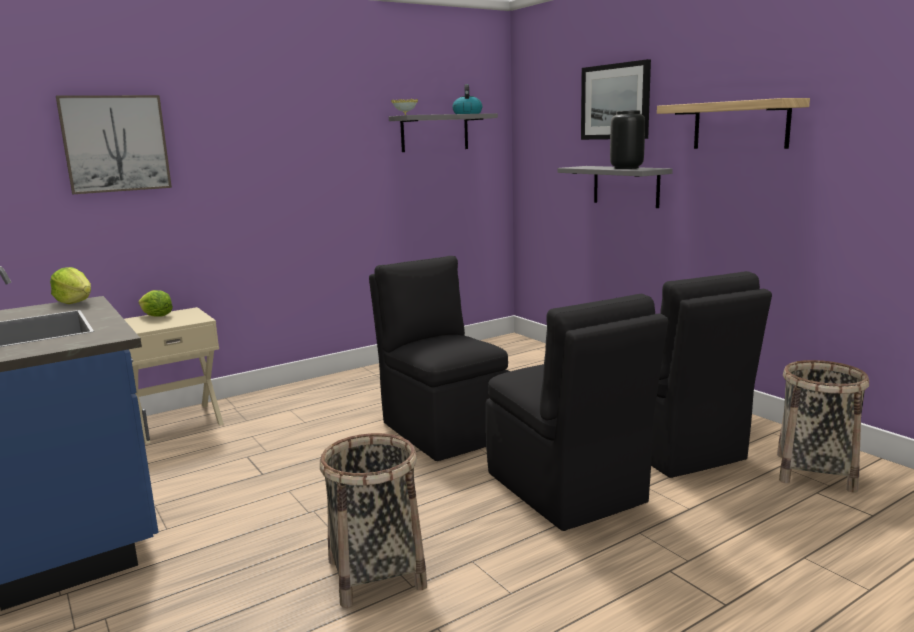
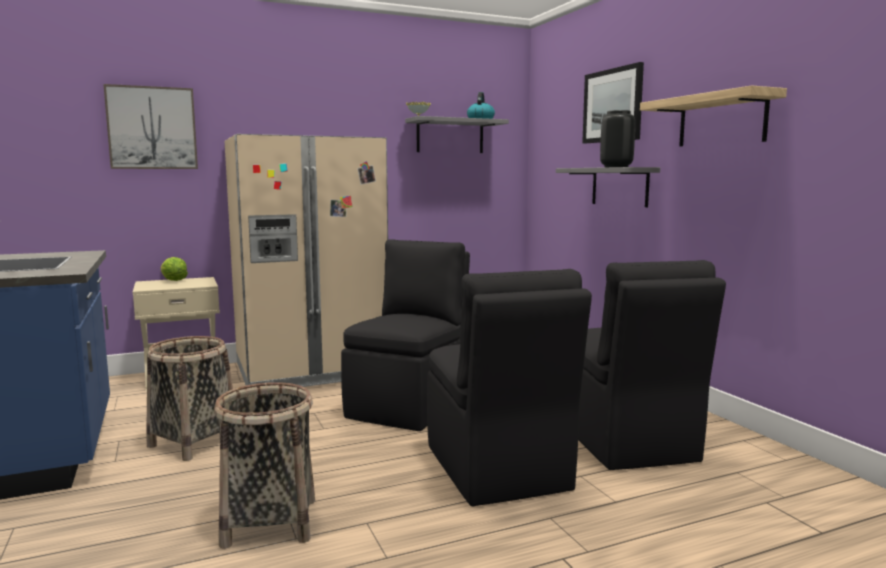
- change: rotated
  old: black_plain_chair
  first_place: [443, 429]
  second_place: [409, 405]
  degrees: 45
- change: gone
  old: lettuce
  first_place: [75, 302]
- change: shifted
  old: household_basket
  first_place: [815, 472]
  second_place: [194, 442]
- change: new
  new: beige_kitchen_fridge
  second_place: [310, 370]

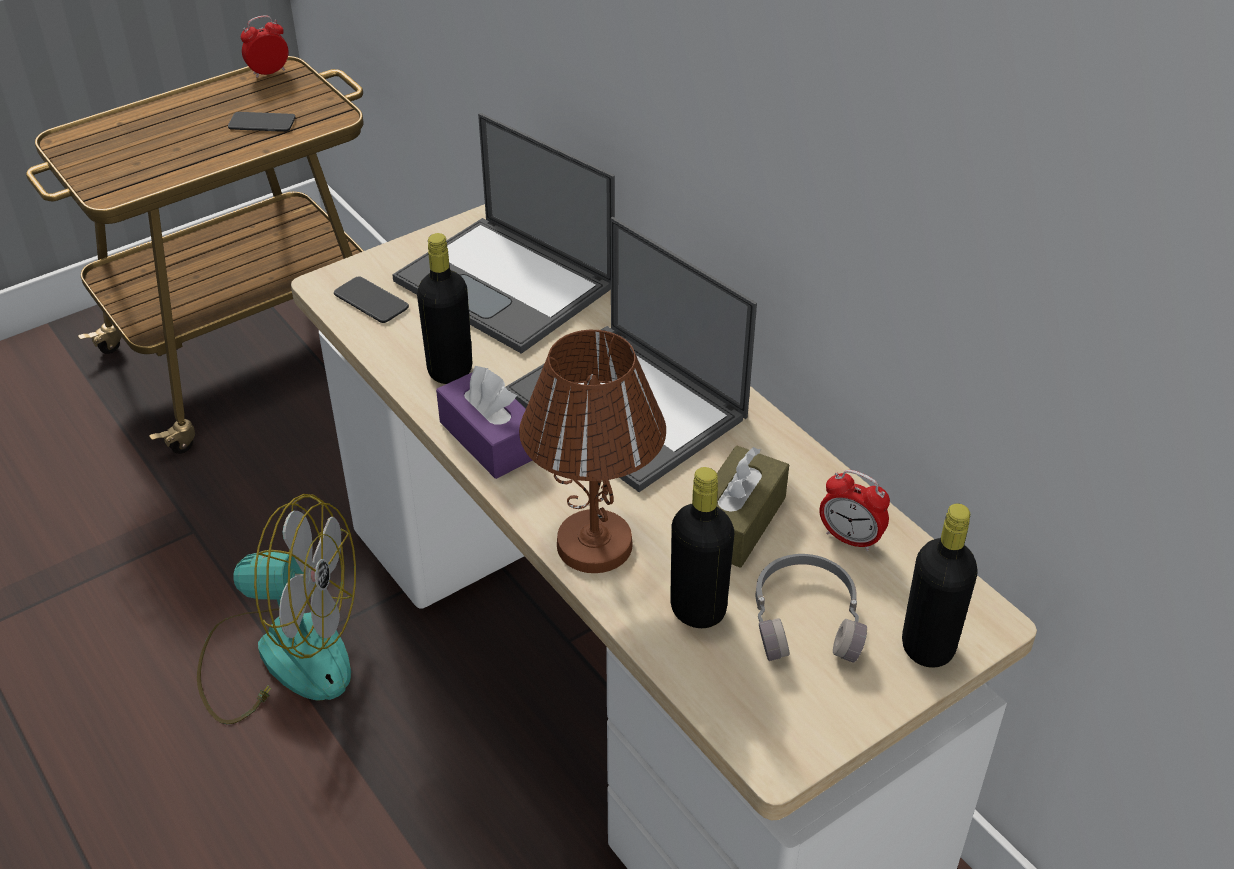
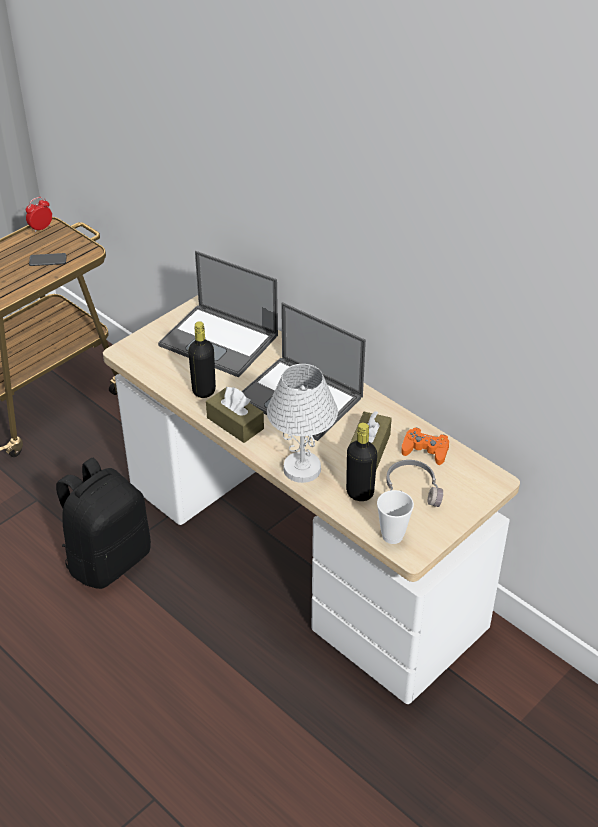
- change: gone
  old: handset
  first_place: [371, 301]
- change: repainted
  old: brown-coloured_lamp_for_a_table
  new: whitish_lamp_for_a_table
  first_place: [596, 544]
  second_place: [302, 468]
- change: repainted
  old: purplish_tissue_holder
  new: brown-coloured_tissue_holder
  first_place: [490, 439]
  second_place: [235, 423]
- change: swapped
  old: table_clock
  new: orangey_gamepad
  first_place: [850, 538]
  second_place: [425, 450]
- change: swapped
  old: cooling_fan
  new: black_backpack
  first_place: [281, 654]
  second_place: [108, 559]
- change: gone
  old: black_bottle
  first_place: [928, 647]
- change: new
  new: cup
  second_place: [392, 536]

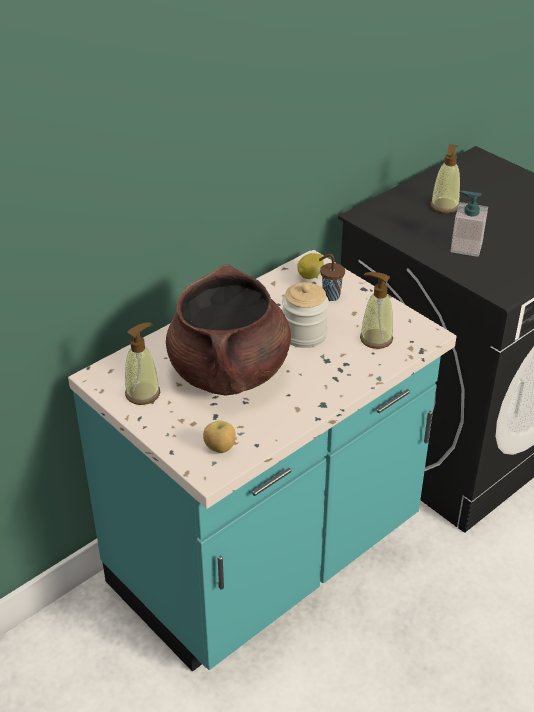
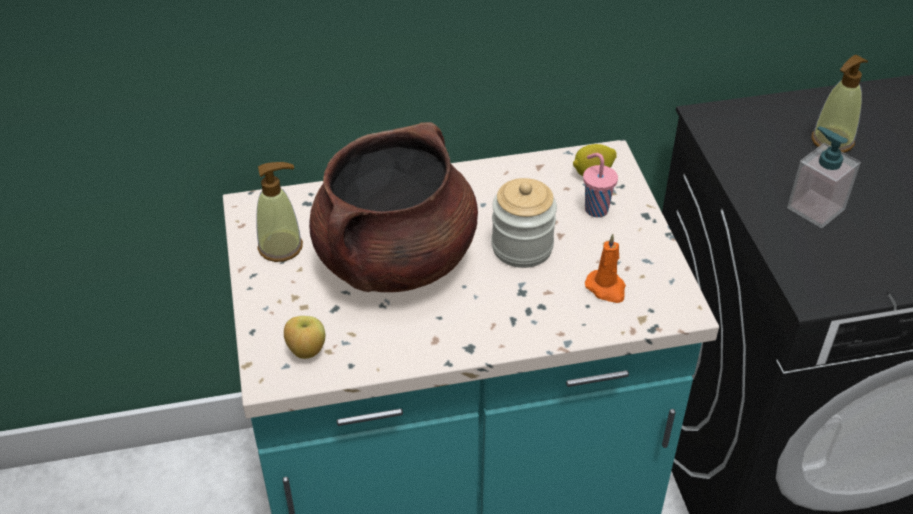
- change: repainted
  old: brown-coloured_cup
  new: pink-coloured_cup
  first_place: [330, 296]
  second_place: [595, 209]
- change: swapped
  old: liquid_soap_bottle
  new: orangey_wax_light
  first_place: [375, 339]
  second_place: [606, 288]

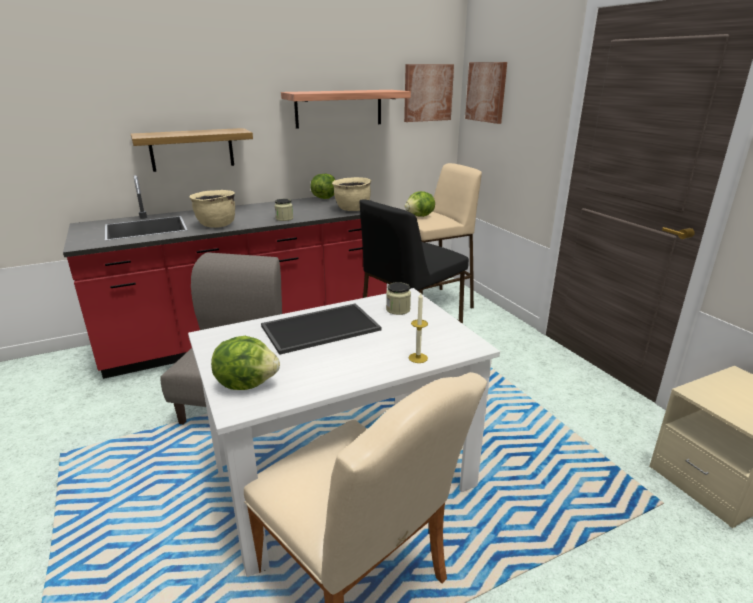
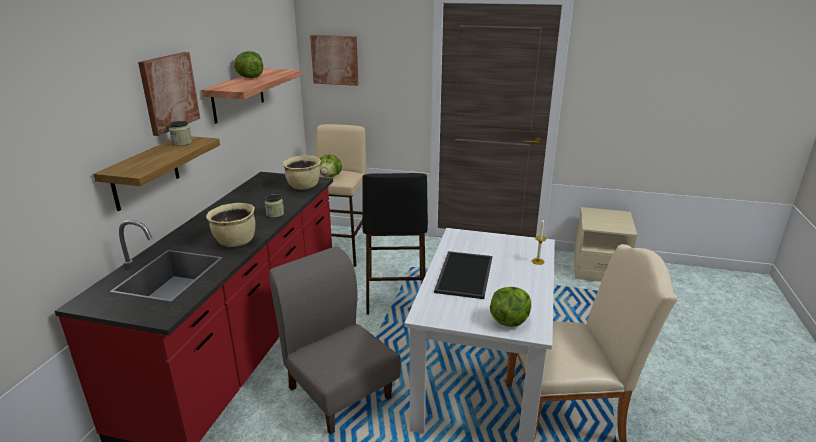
- change: shifted
  old: picture
  first_place: [427, 93]
  second_place: [169, 92]
- change: shifted
  old: lettuce
  first_place: [324, 198]
  second_place: [249, 77]
- change: shifted
  old: storage_jar
  first_place: [398, 309]
  second_place: [182, 143]

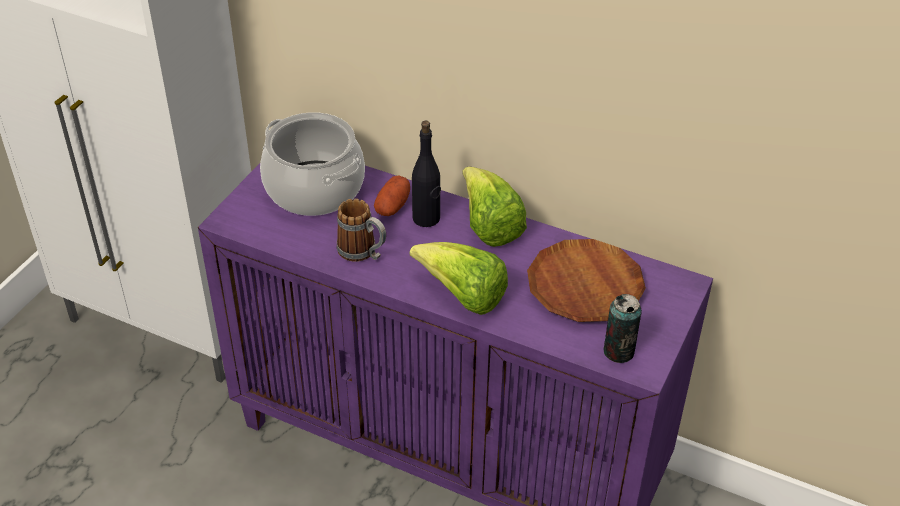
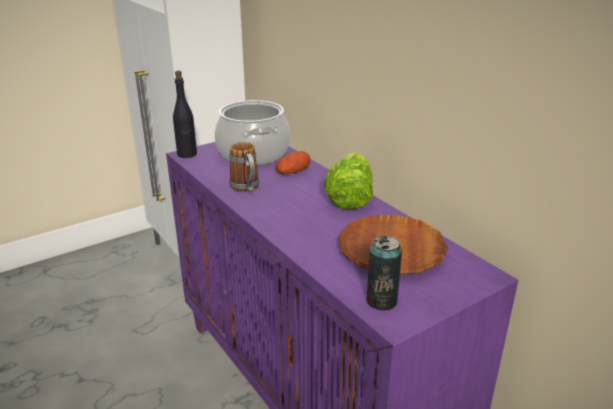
- change: shifted
  old: black_bottle
  first_place: [426, 218]
  second_place: [187, 154]
- change: gone
  old: lettuce
  first_place: [462, 296]

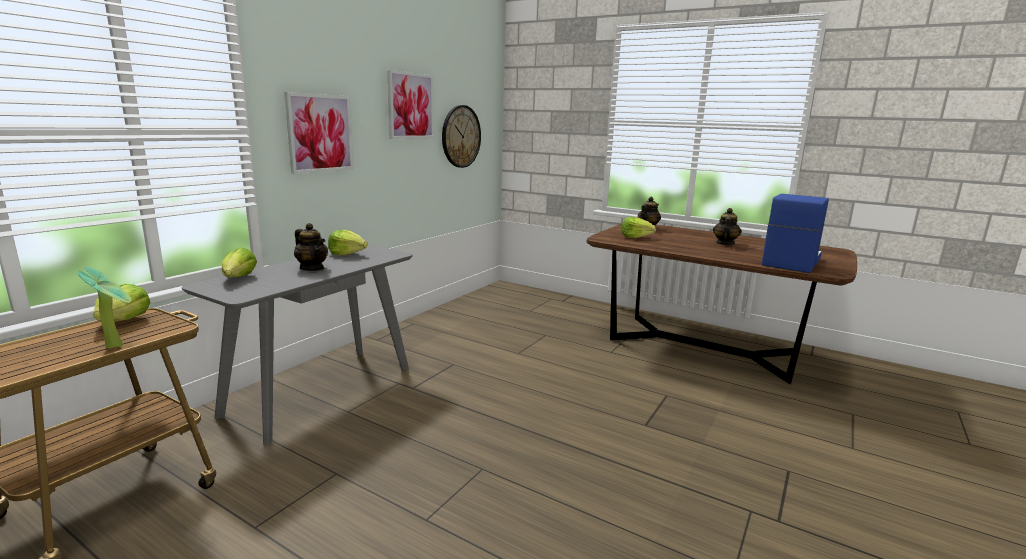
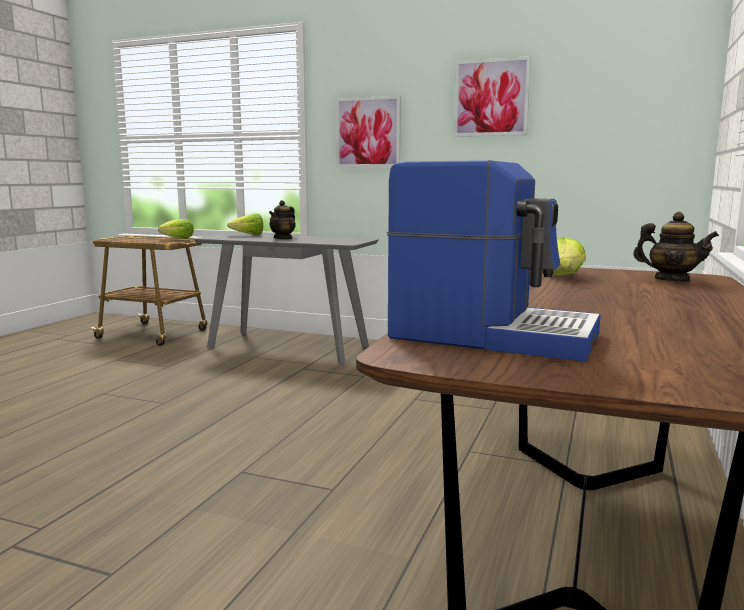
- change: gone
  old: clock_on_the_wall
  first_place: [461, 136]
- change: gone
  old: teapot
  first_place: [724, 243]
- change: gone
  old: lettuce
  first_place: [347, 254]
- change: gone
  old: plant_in_a_pot
  first_place: [117, 345]

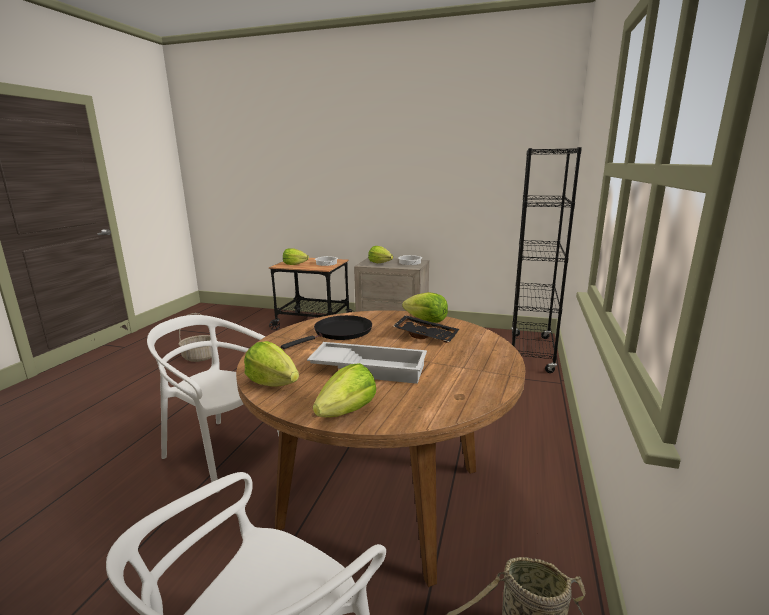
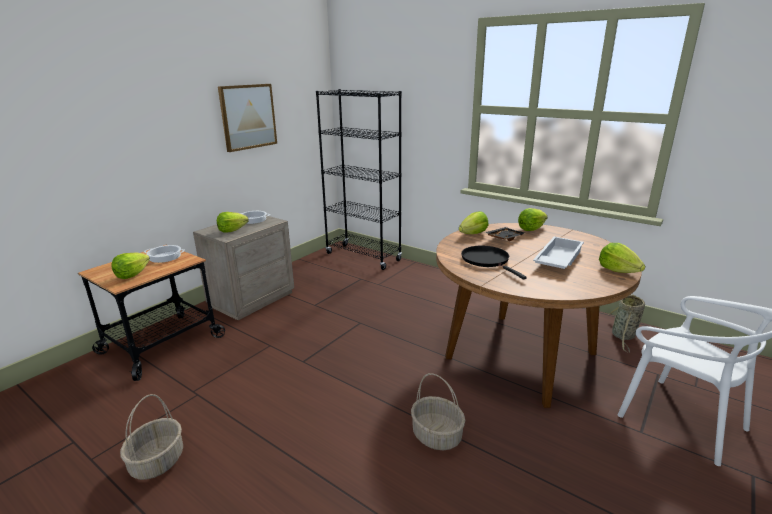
- change: swapped
  old: whitish_plain_chair
  new: household_basket
  first_place: [223, 451]
  second_place: [436, 435]
- change: shifted
  old: lettuce
  first_place: [273, 383]
  second_place: [531, 229]
- change: new
  new: picture
  second_place: [248, 117]

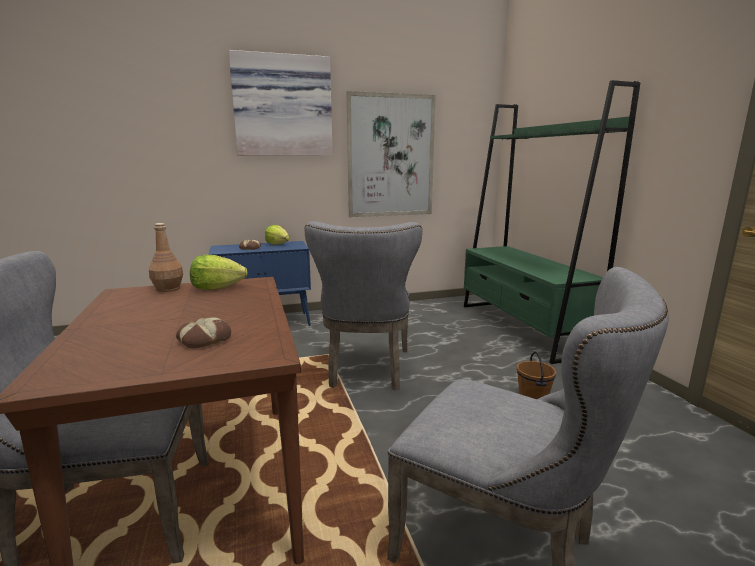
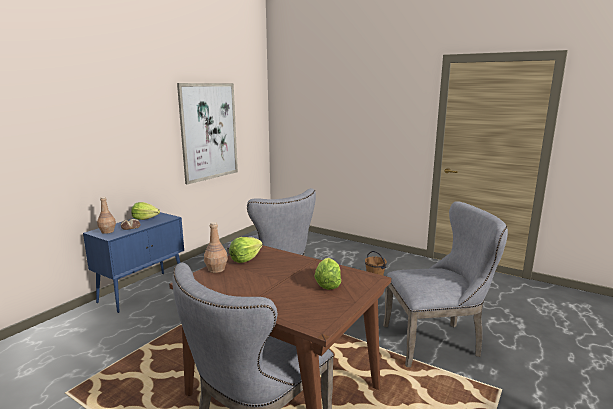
- change: gone
  old: picture
  first_place: [283, 106]
- change: gone
  old: green-coloured_bookshelf
  first_place: [522, 328]
- change: swapped
  old: bakery_bread
  new: lettuce
  first_place: [204, 339]
  second_place: [327, 284]
- change: new
  new: brown-coloured_bottle
  second_place: [107, 231]

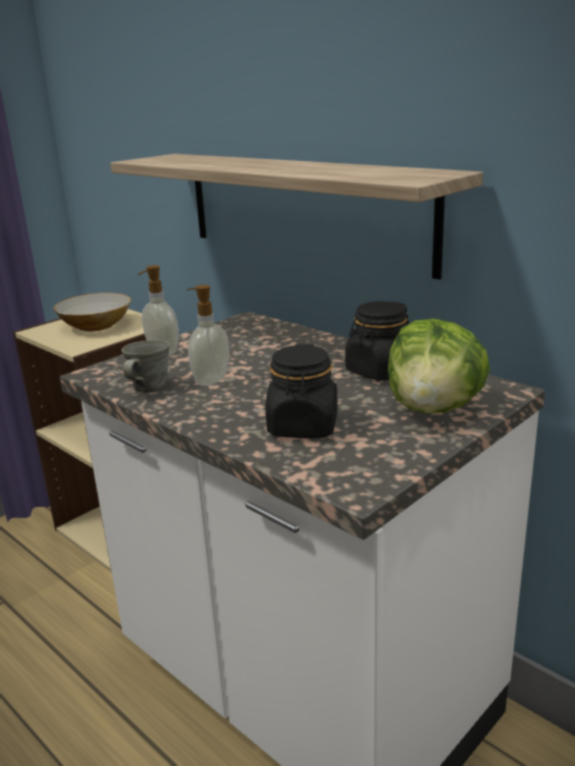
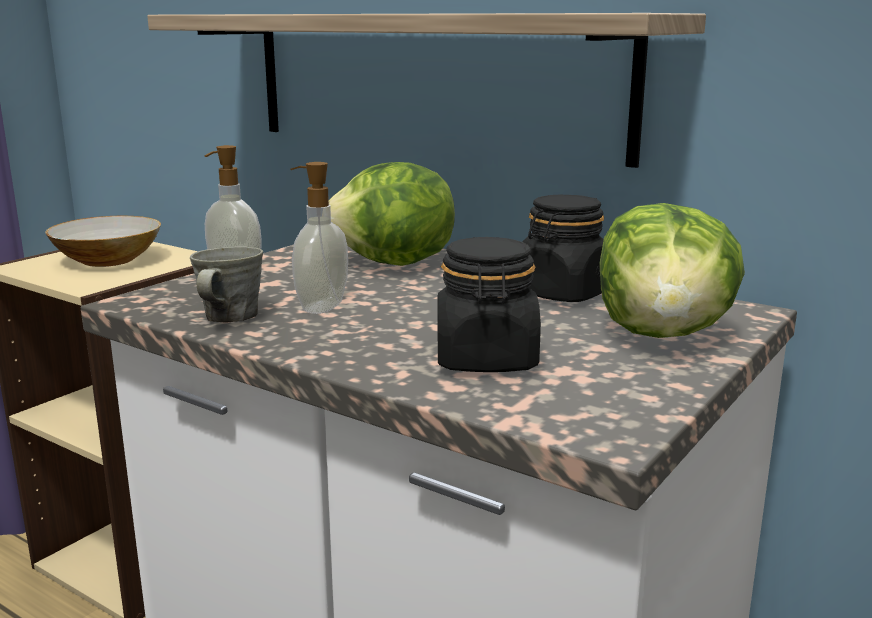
- change: new
  new: lettuce
  second_place: [394, 264]

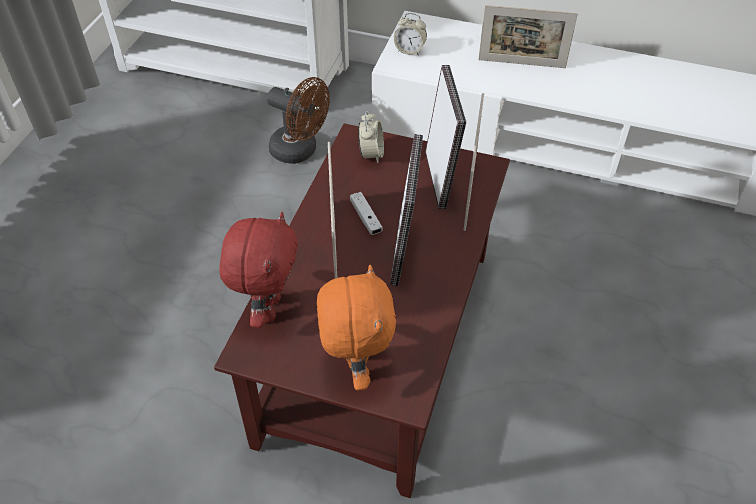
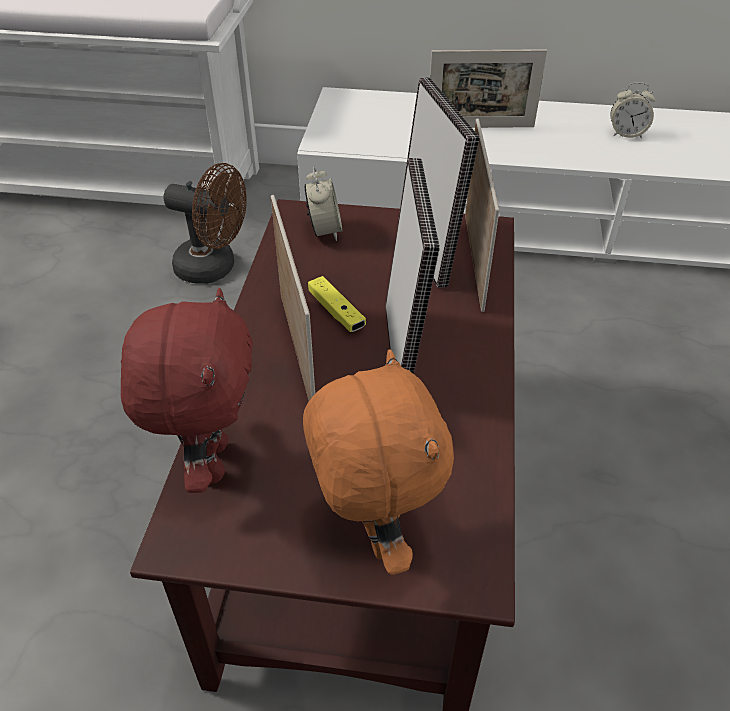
- change: shifted
  old: table_clock
  first_place: [410, 50]
  second_place: [626, 134]
- change: repainted
  old: whitish_gamepad
  new: yellowish_gamepad
  first_place: [365, 218]
  second_place: [336, 312]

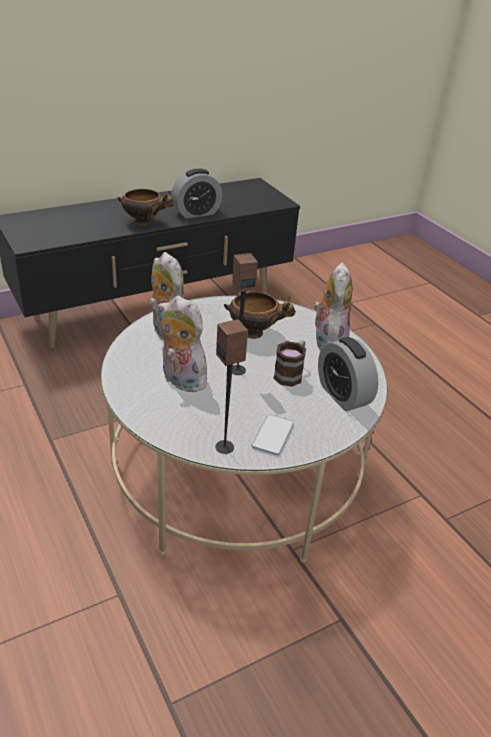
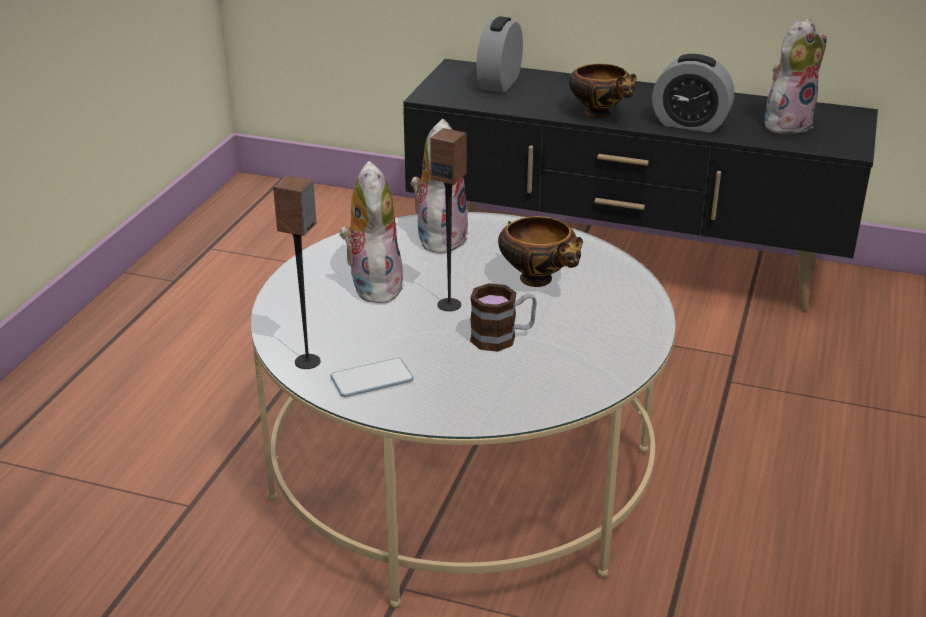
- change: shifted
  old: plush_toy
  first_place: [327, 341]
  second_place: [787, 123]
- change: shifted
  old: table_clock
  first_place: [342, 395]
  second_place: [499, 83]

